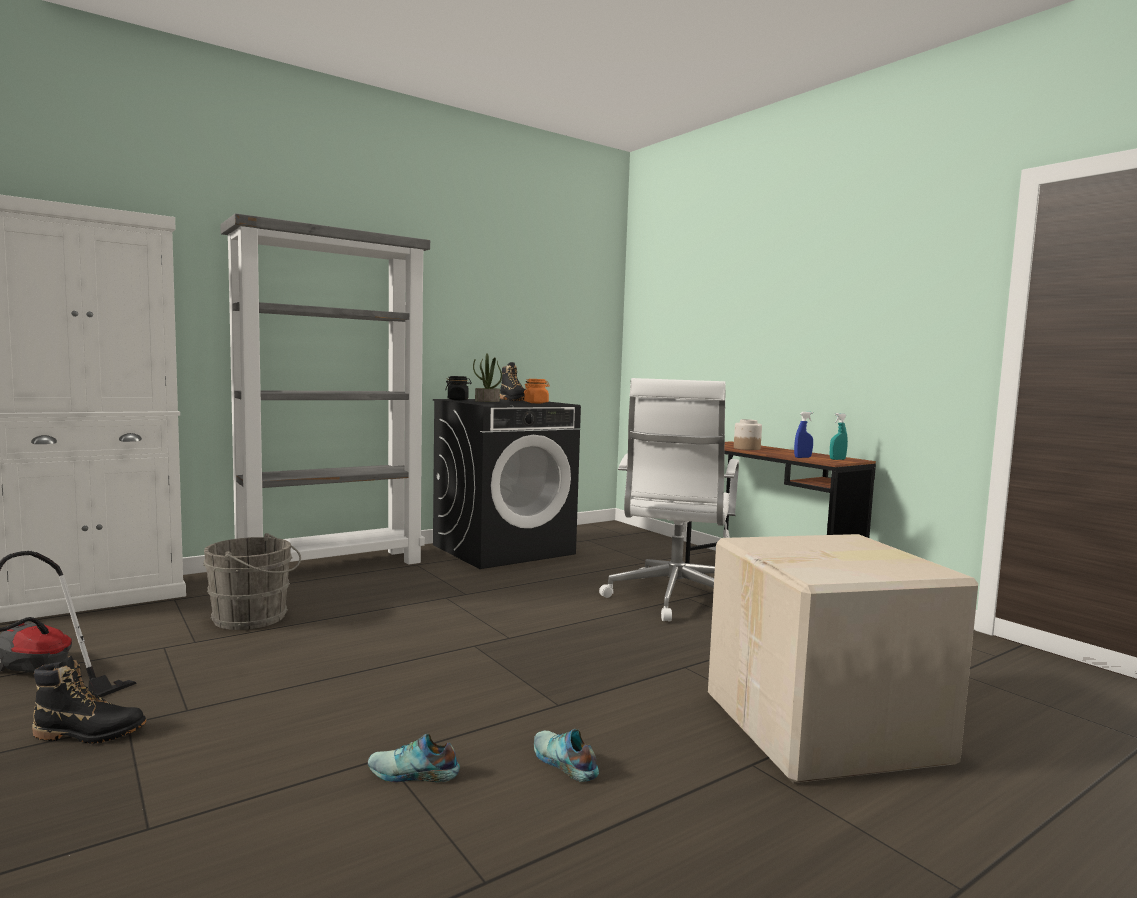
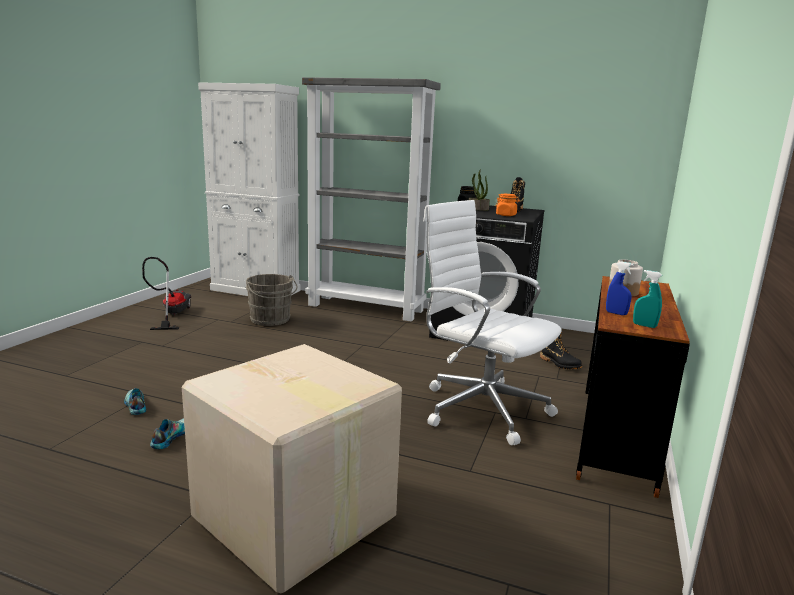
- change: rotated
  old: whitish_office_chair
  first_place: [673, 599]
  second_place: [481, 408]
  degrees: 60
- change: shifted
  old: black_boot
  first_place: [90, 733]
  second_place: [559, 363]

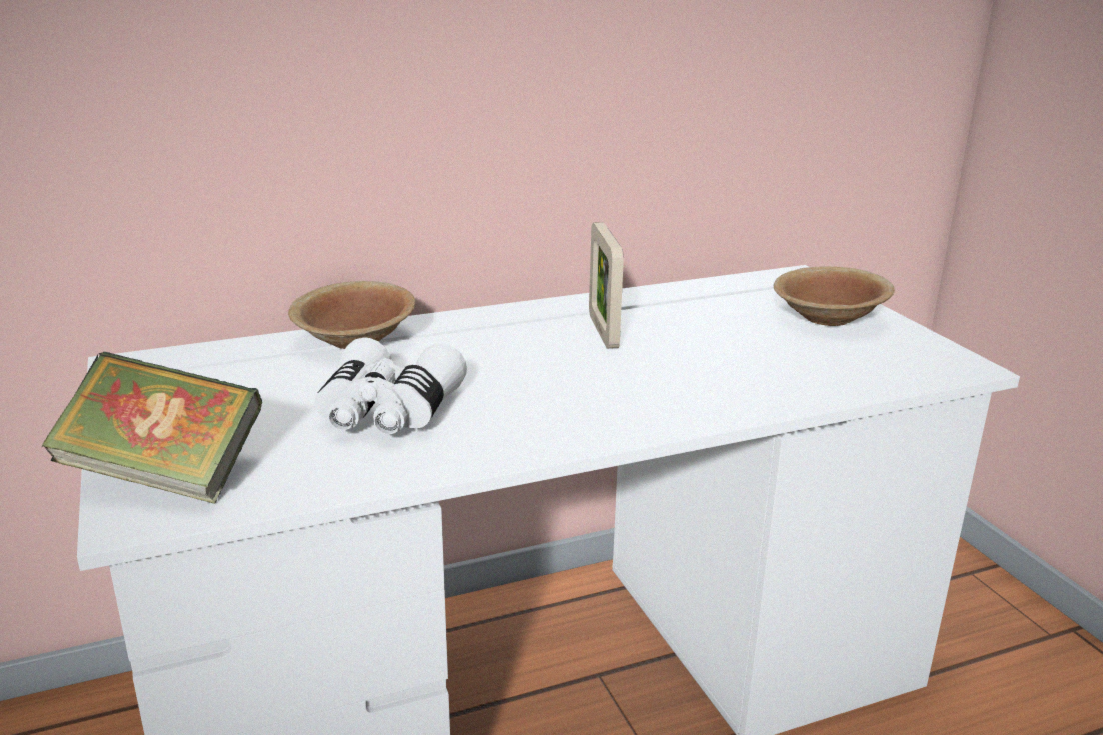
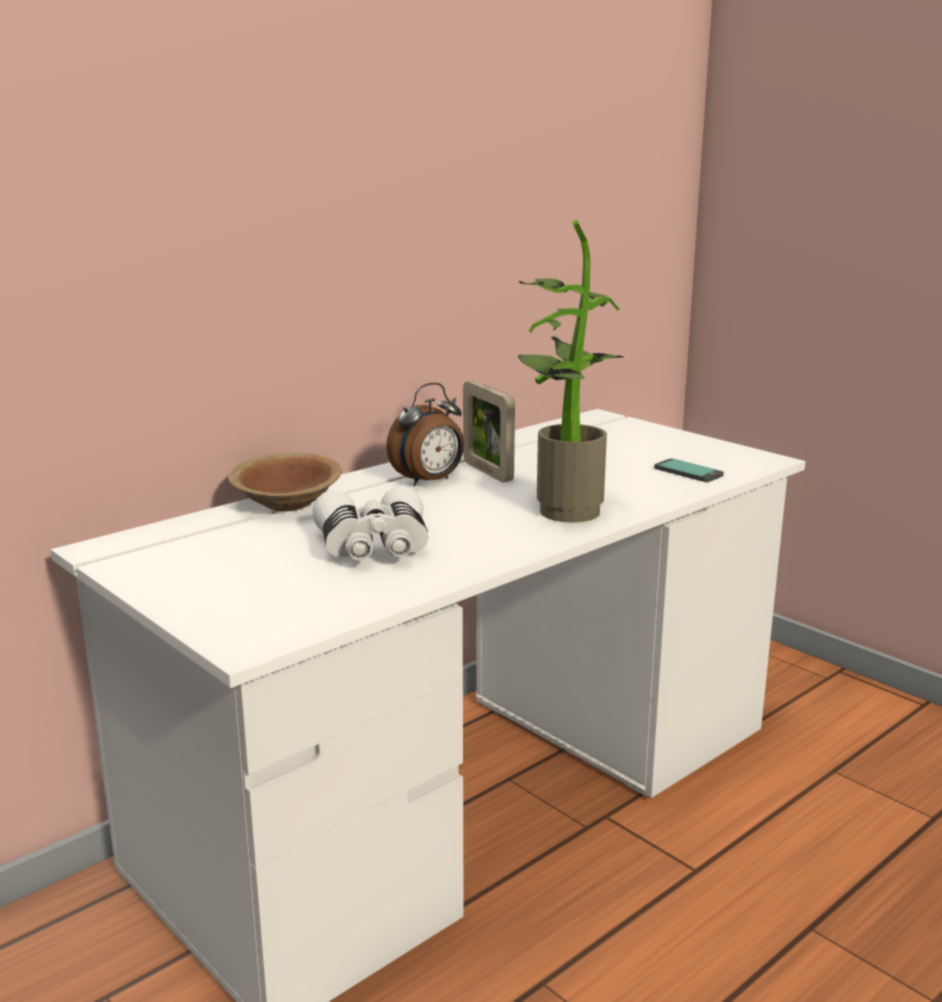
- change: gone
  old: brown-coloured_deep_dish
  first_place: [828, 318]
- change: gone
  old: volume
  first_place: [165, 475]
- change: new
  new: plant_in_a_pot
  second_place: [562, 509]
- change: new
  new: table_clock
  second_place: [429, 481]
- change: new
  new: handset
  second_place: [688, 472]

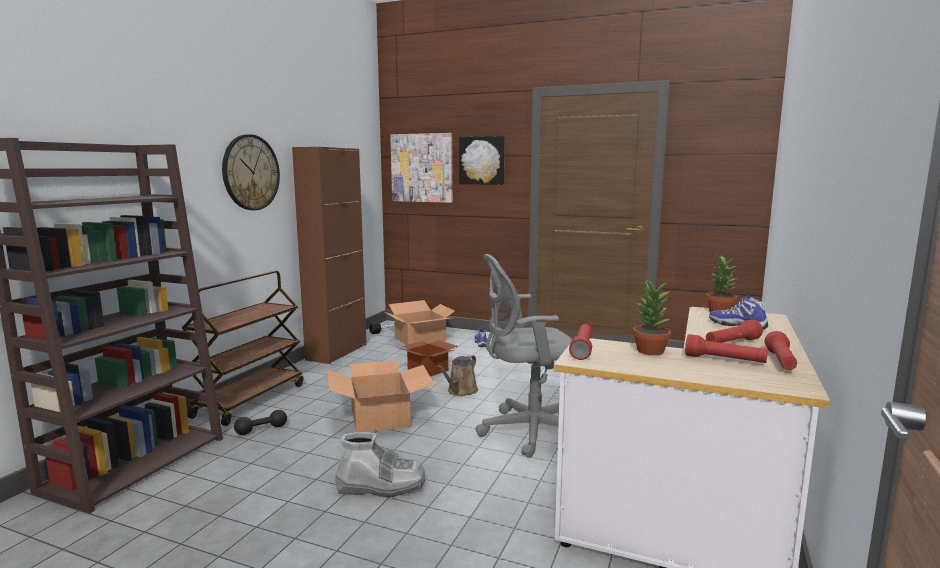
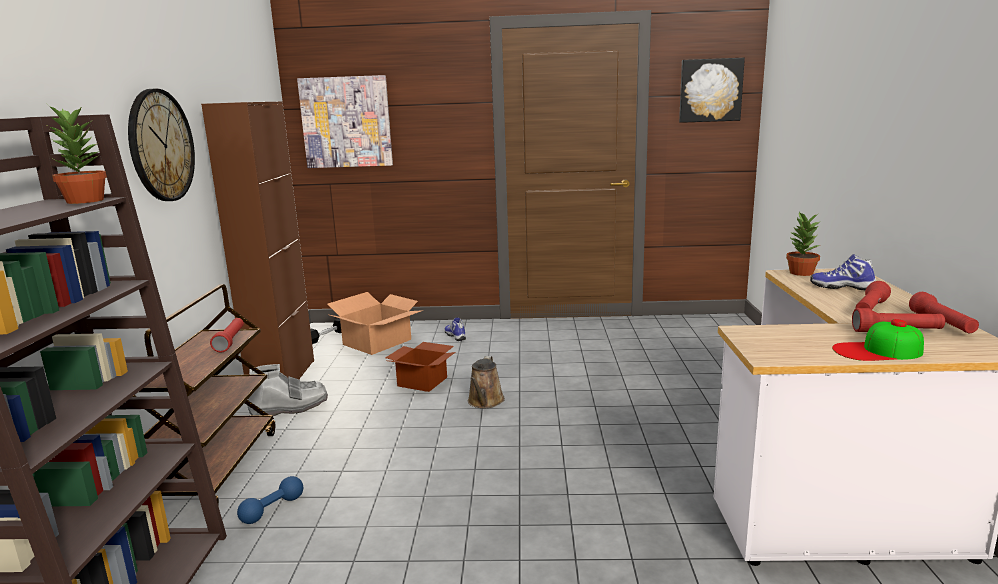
- change: shifted
  old: picture
  first_place: [482, 160]
  second_place: [710, 90]
- change: gone
  old: greyish_office_chair
  first_place: [528, 431]
- change: shifted
  old: plant_in_a_pot
  first_place: [649, 351]
  second_place: [84, 201]
- change: shifted
  old: red_hand_torch
  first_place: [582, 349]
  second_place: [230, 341]
- change: gone
  old: packing_box
  first_place: [380, 417]
- change: repainted
  old: black_hand_weight
  new: blue-coloured_hand_weight
  first_place: [261, 430]
  second_place: [272, 509]
- change: shifted
  old: greyish_boot
  first_place: [381, 486]
  second_place: [290, 407]
- change: new
  new: peaked_cap
  second_place: [877, 351]

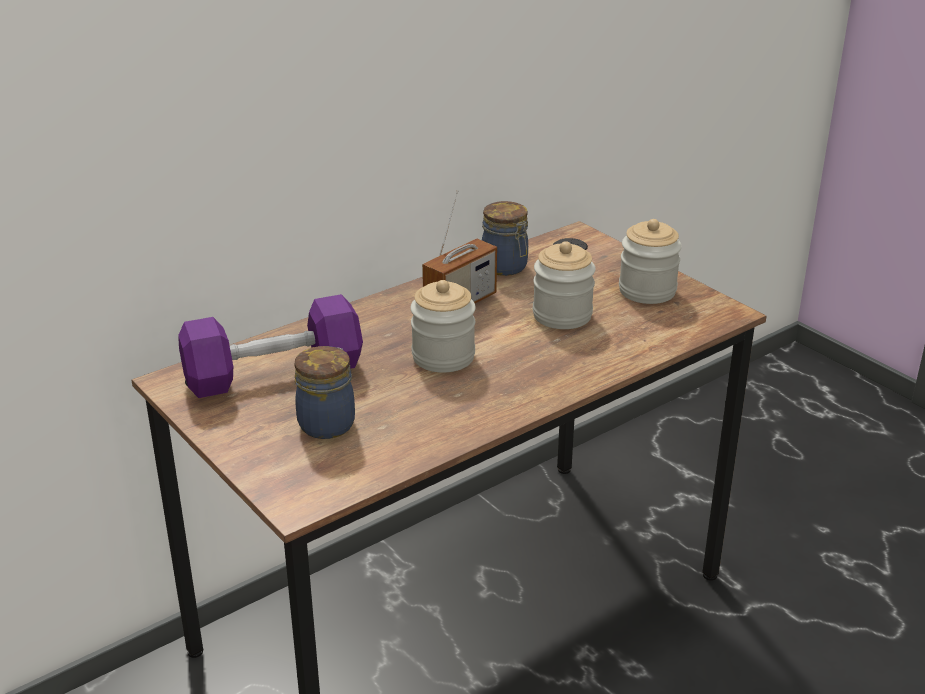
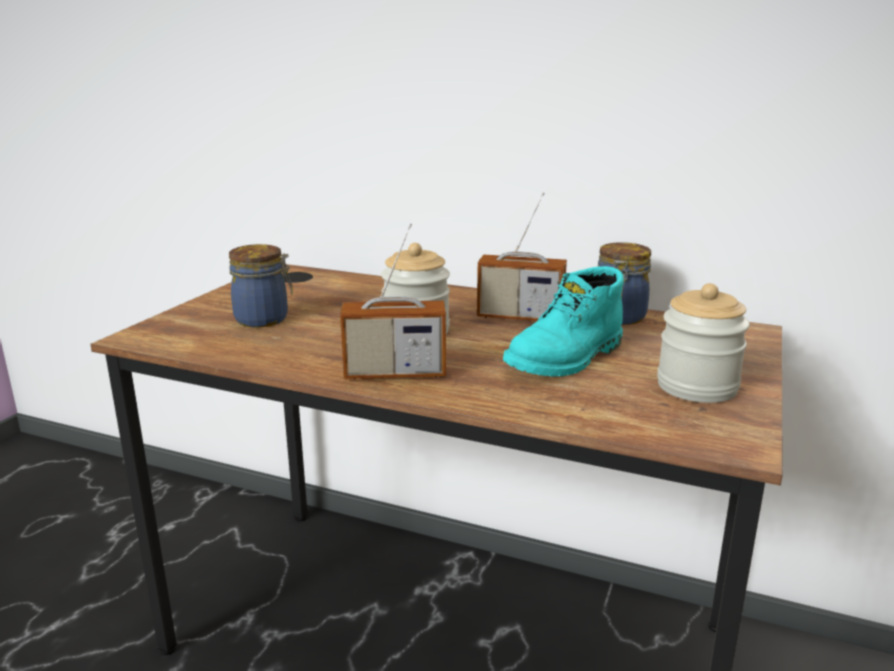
- change: swapped
  old: storage_jar
  new: turquoise_boot
  first_place: [562, 315]
  second_place: [567, 359]
- change: gone
  old: purplish_hand_weight
  first_place: [274, 373]
- change: new
  new: radio_set
  second_place: [395, 373]

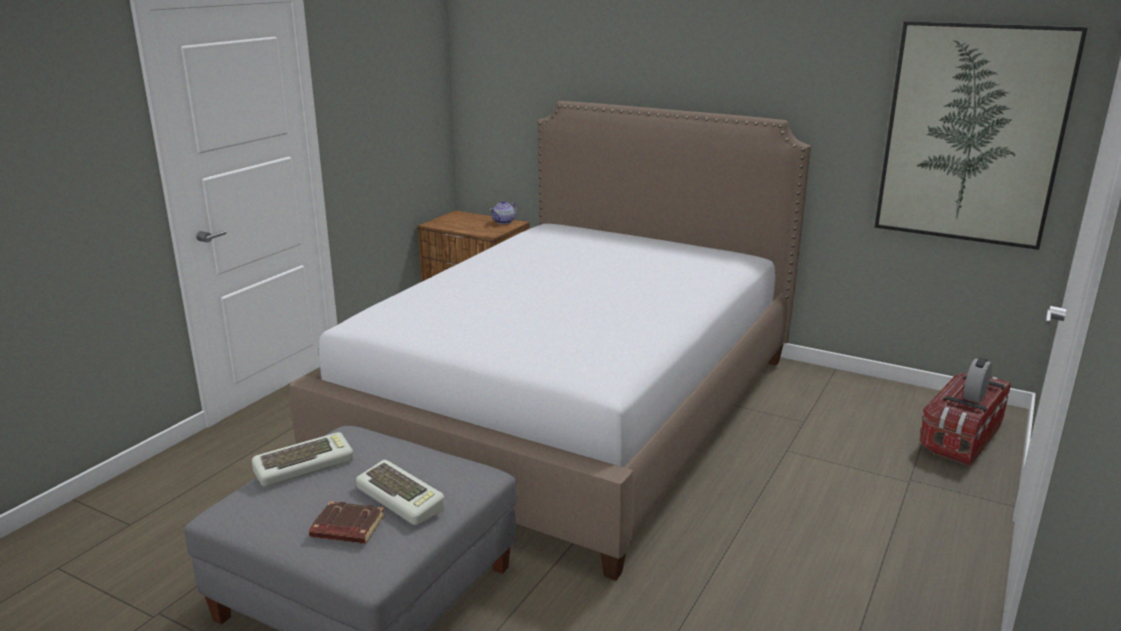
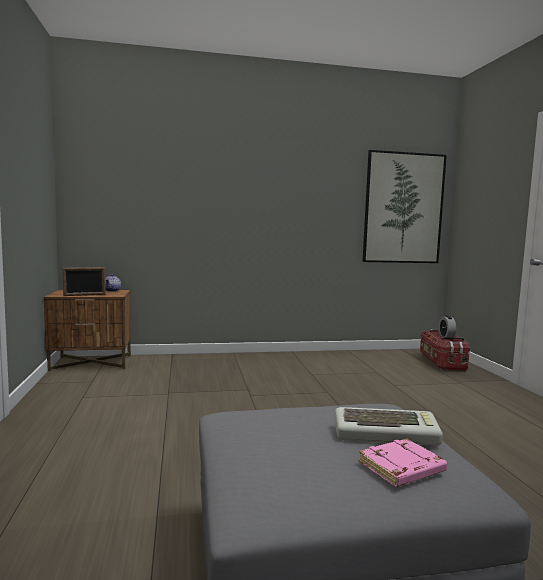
- change: gone
  old: bed
  first_place: [573, 409]
- change: gone
  old: PC_keyboard
  first_place: [304, 465]
- change: repainted
  old: brown-coloured_volume
  new: pink-coloured_volume
  first_place: [346, 528]
  second_place: [401, 469]
- change: new
  new: photo_frame
  second_place: [84, 295]

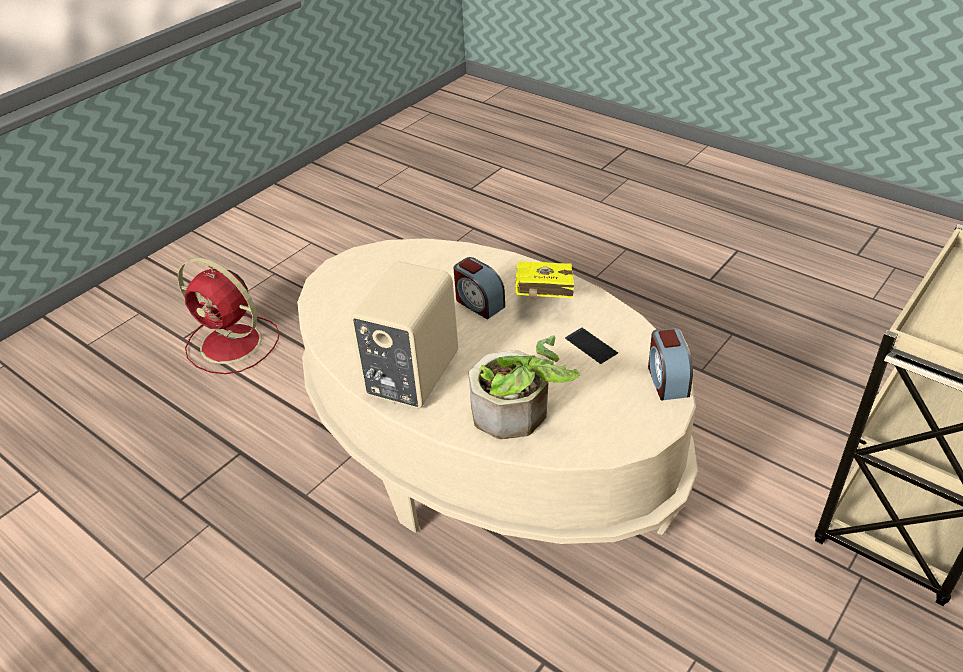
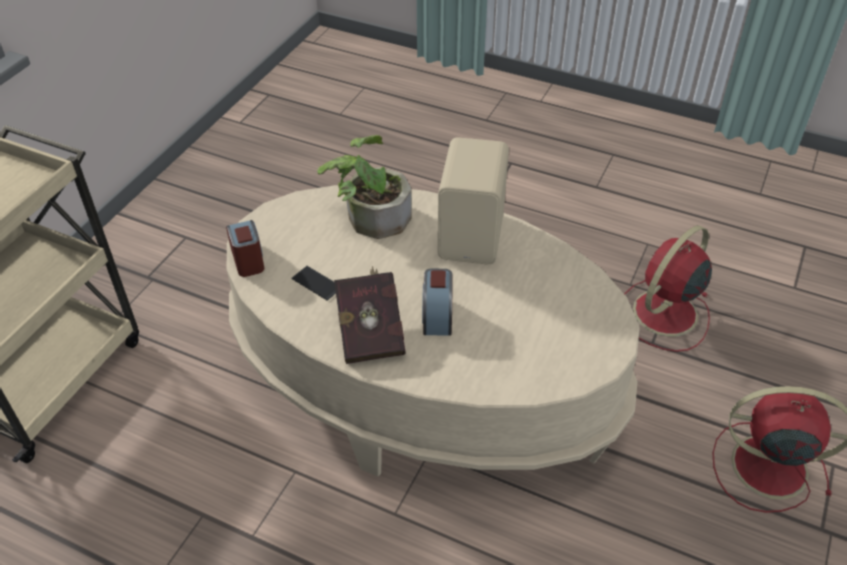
- change: rotated
  old: table_clock
  first_place: [479, 303]
  second_place: [437, 316]
  degrees: -120
- change: repainted
  old: yellowish_volume
  new: red_volume
  first_place: [543, 299]
  second_place: [371, 330]
- change: new
  new: red_cooling_fan
  second_place: [663, 314]

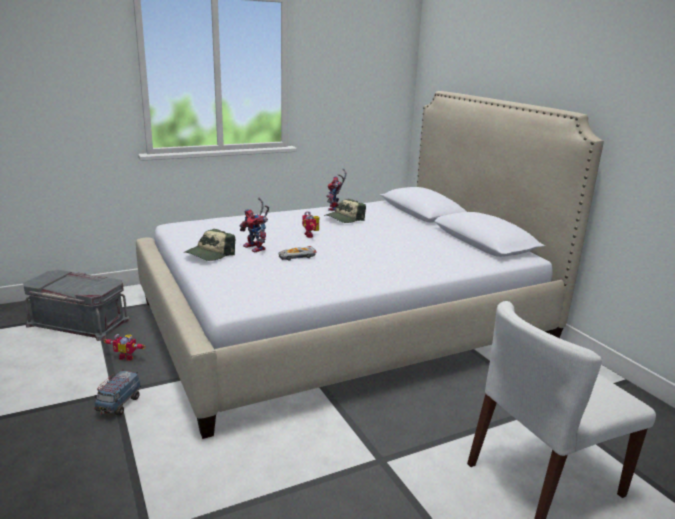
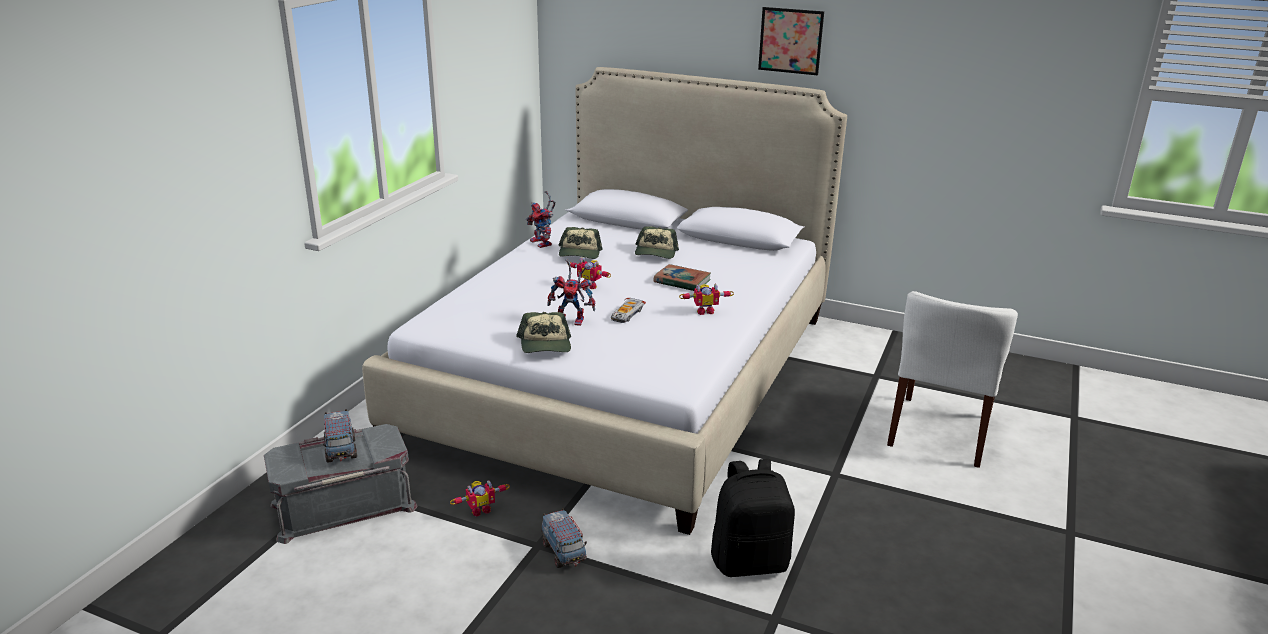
- change: new
  new: picture
  second_place: [790, 40]
- change: new
  new: peaked_cap
  second_place: [655, 253]
- change: new
  new: volume
  second_place: [682, 281]
- change: new
  new: robot_figure
  second_place: [705, 311]
- change: new
  new: toy_lorry
  second_place: [341, 450]
- change: new
  new: black_backpack
  second_place: [750, 561]

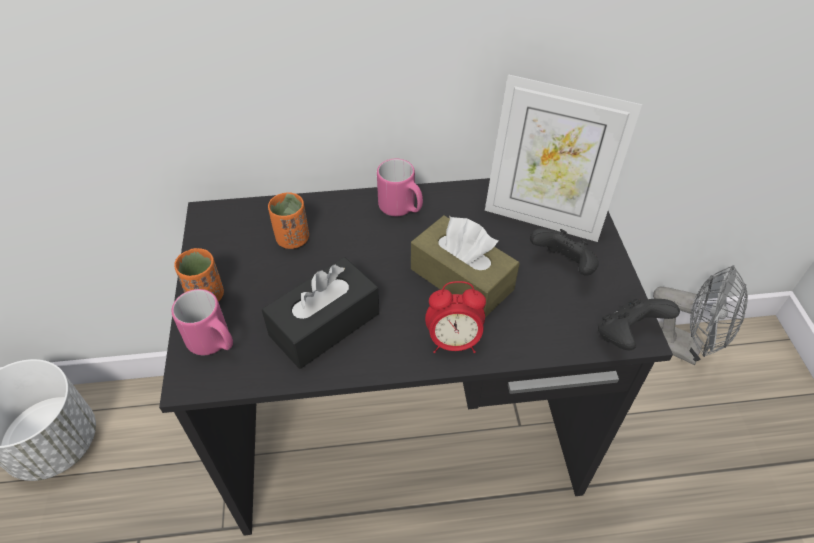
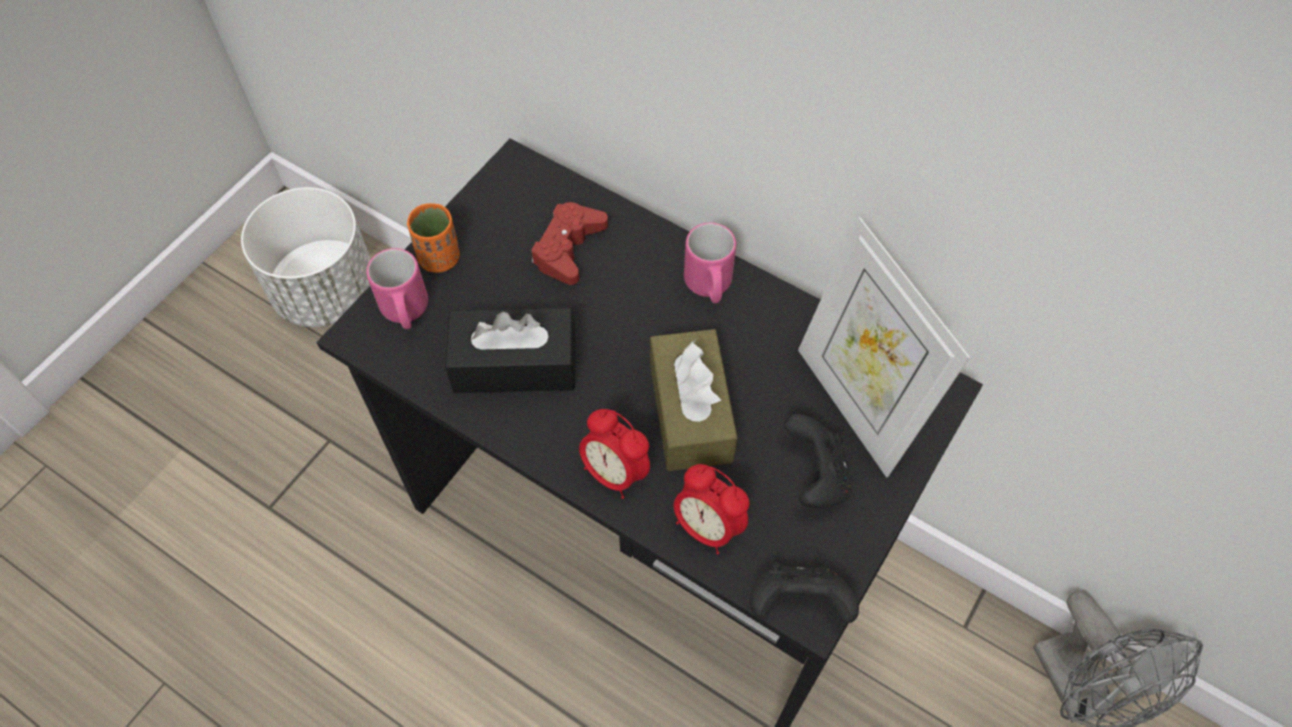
- change: swapped
  old: orangey_cup
  new: red_gamepad
  first_place: [292, 239]
  second_place: [568, 248]
- change: new
  new: table_clock
  second_place: [707, 526]

